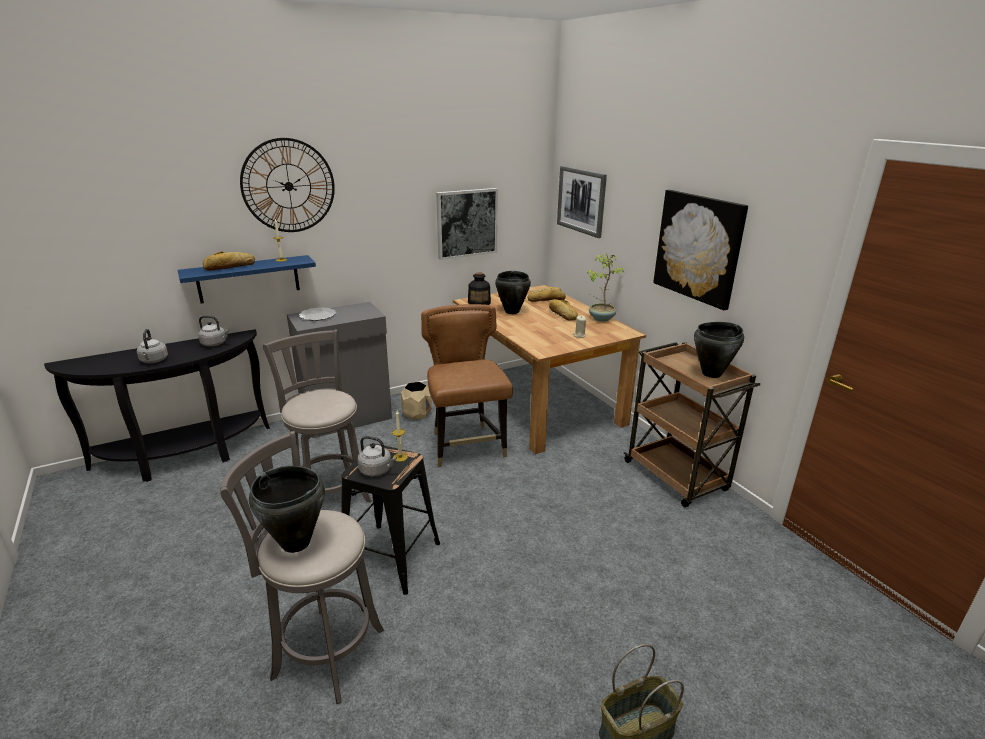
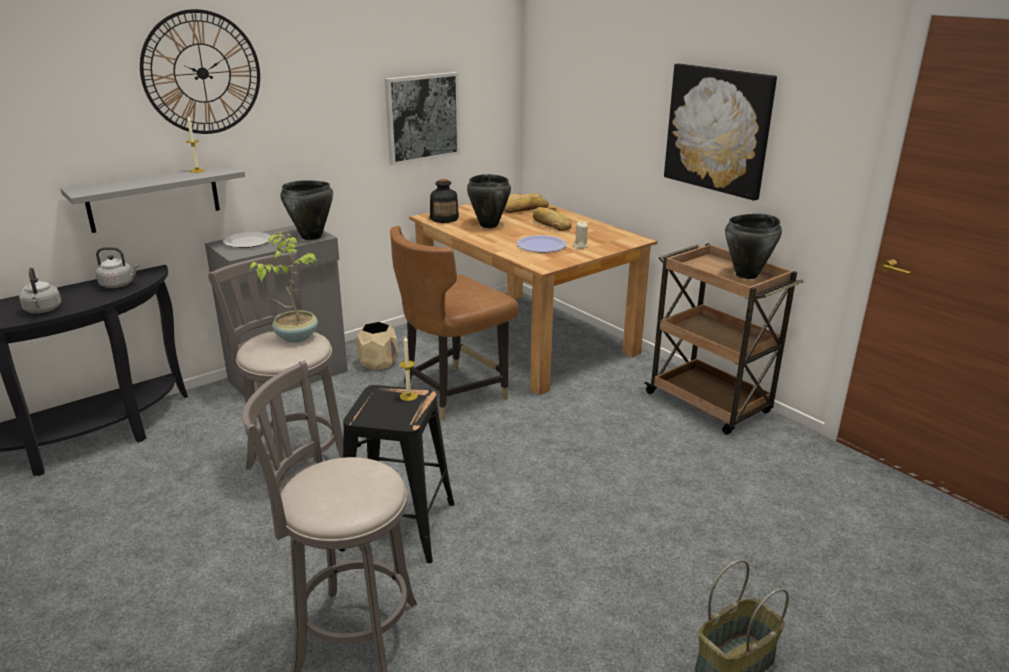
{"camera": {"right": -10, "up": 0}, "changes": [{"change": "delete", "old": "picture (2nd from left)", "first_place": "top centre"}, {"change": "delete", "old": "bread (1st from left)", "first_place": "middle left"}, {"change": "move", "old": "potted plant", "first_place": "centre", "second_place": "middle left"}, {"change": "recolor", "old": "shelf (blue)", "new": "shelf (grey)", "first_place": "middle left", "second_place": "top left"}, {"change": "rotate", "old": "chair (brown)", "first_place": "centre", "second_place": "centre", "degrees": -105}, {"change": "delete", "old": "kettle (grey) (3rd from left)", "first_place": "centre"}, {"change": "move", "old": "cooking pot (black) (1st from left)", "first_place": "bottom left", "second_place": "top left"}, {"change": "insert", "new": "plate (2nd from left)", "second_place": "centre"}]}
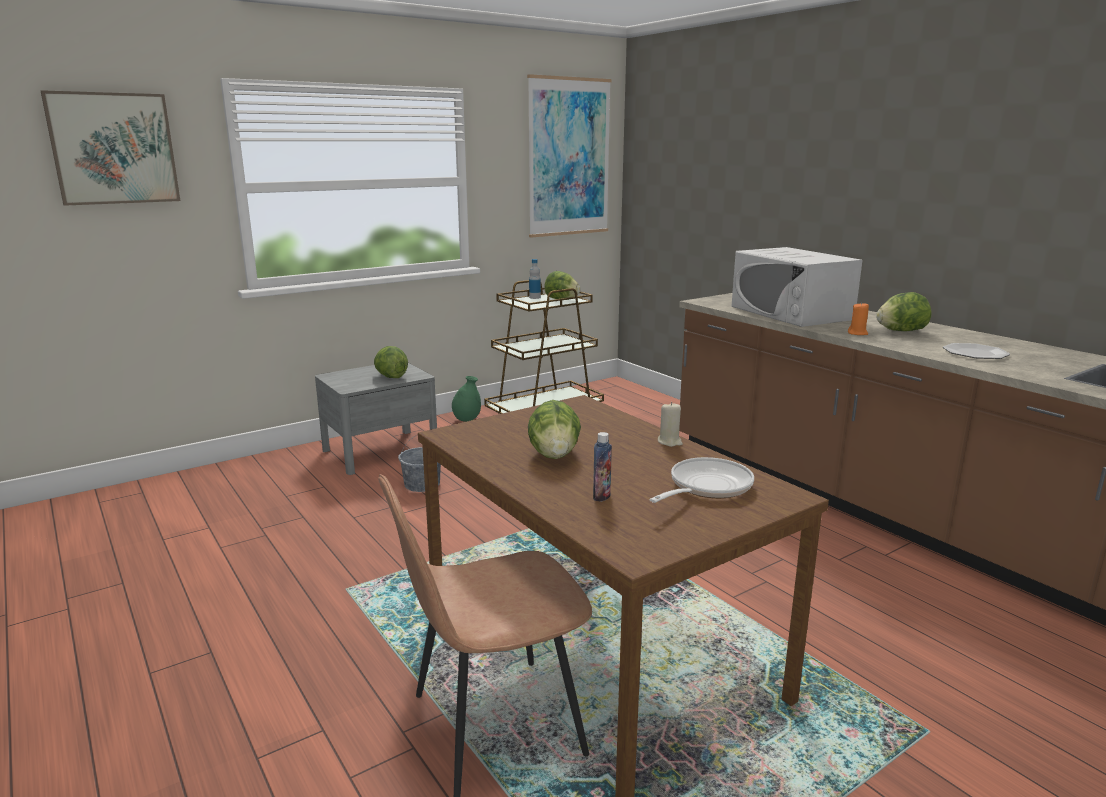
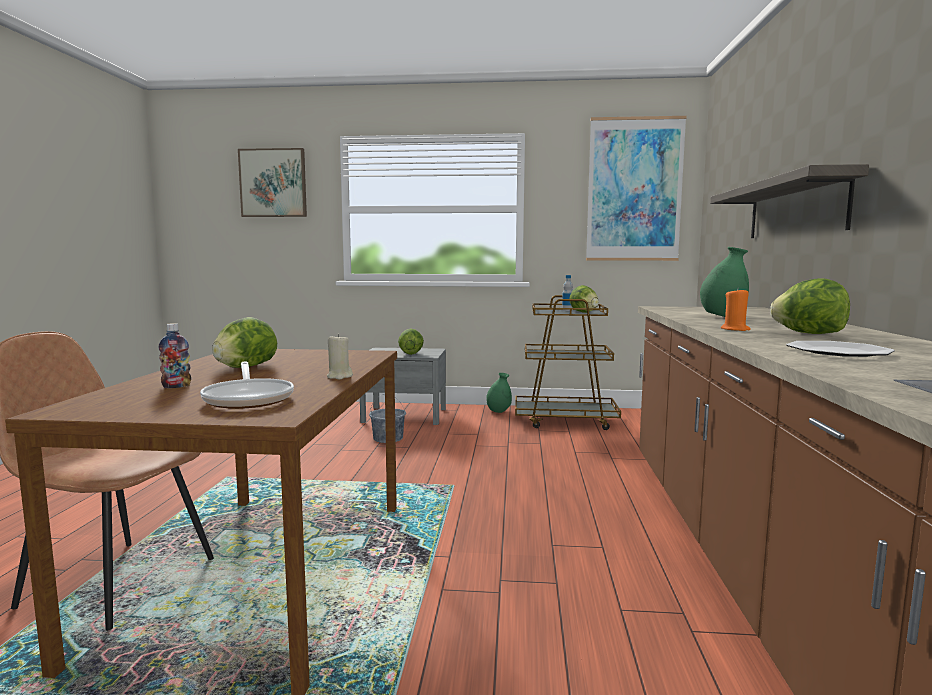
{"camera": {"right": 40, "up": -10}, "changes": [{"change": "replace", "old": "microwave (white)", "new": "vase (green) (2nd from left)", "first_place": "middle right", "second_place": "middle right"}, {"change": "rotate", "old": "frying pan", "first_place": "centre", "second_place": "middle left", "degrees": 75}, {"change": "insert", "new": "shelf", "second_place": "top right"}]}
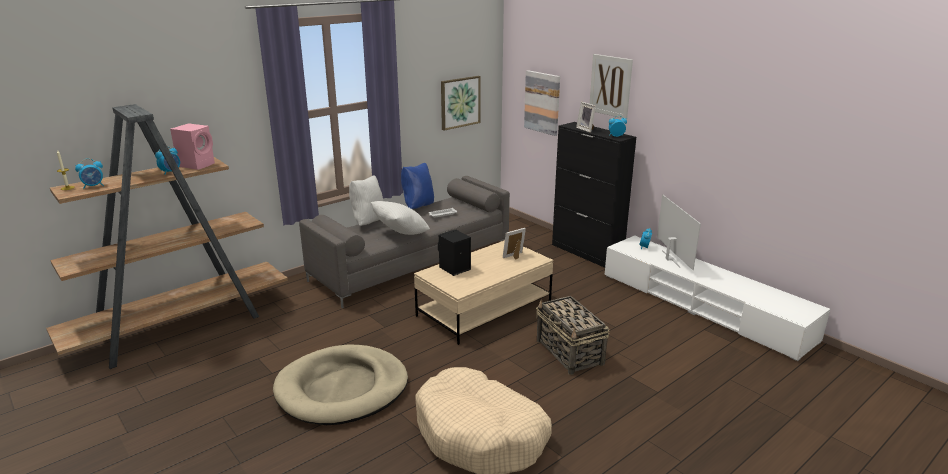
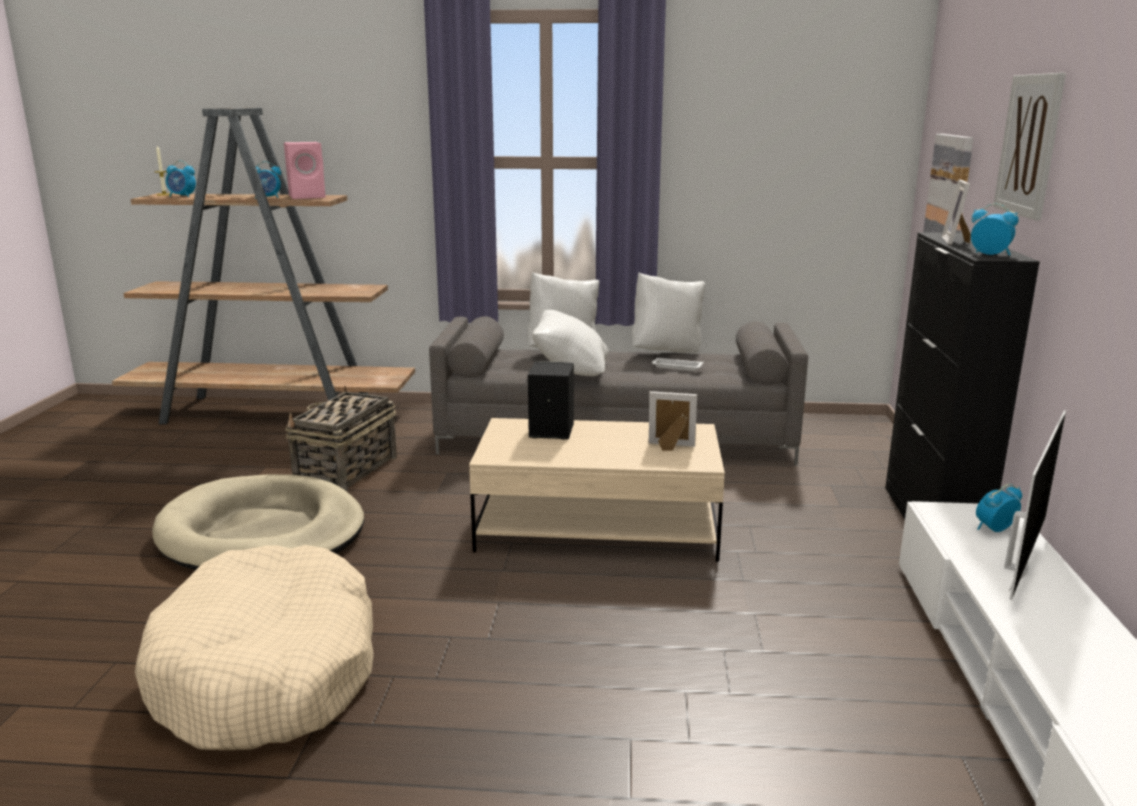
{"camera": {"right": 45, "up": -5}, "changes": [{"change": "delete", "old": "picture (1st from left)", "first_place": "top centre"}, {"change": "recolor", "old": "pillow (blue)", "new": "pillow (white) (3rd from left)", "first_place": "centre", "second_place": "centre"}, {"change": "move", "old": "basket", "first_place": "bottom centre", "second_place": "middle left"}]}
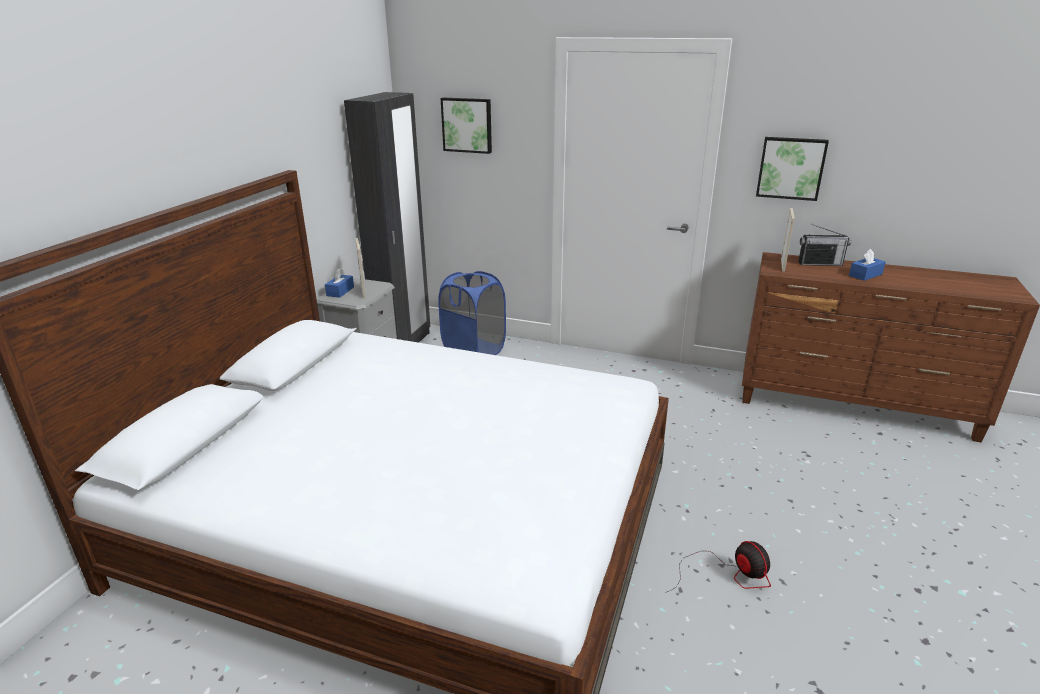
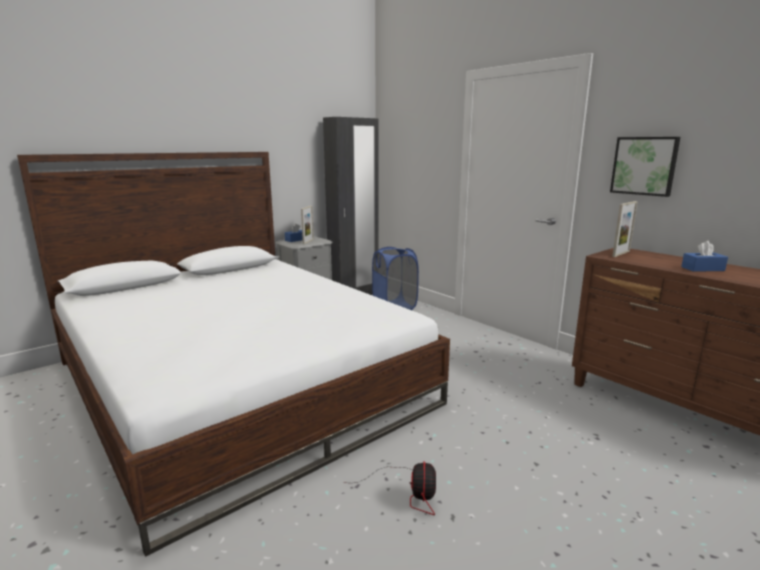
{"camera": {"right": 30, "up": -10}, "changes": [{"change": "delete", "old": "picture (1st from left)", "first_place": "top centre"}, {"change": "delete", "old": "radio", "first_place": "middle right"}]}
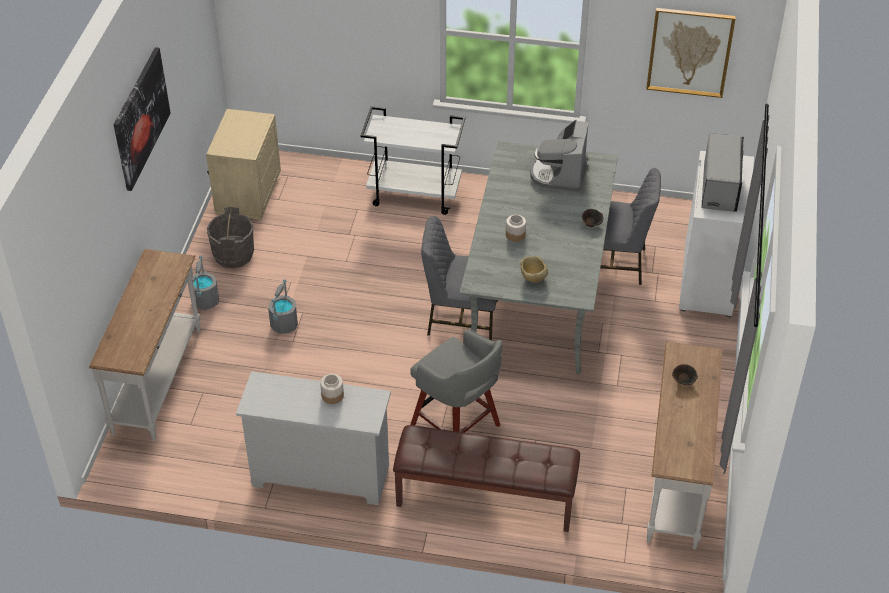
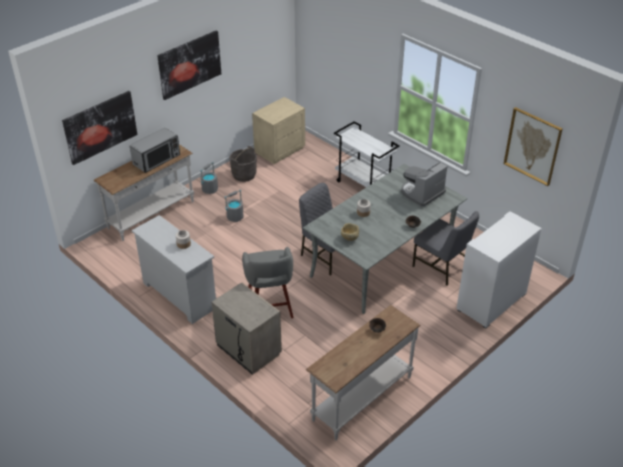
{"camera": {"right": 35, "up": -5}, "changes": [{"change": "move", "old": "microwave", "first_place": "top right", "second_place": "top left"}, {"change": "replace", "old": "bench (brown)", "new": "nightstand (beige) (1st from left)", "first_place": "bottom centre", "second_place": "bottom centre"}, {"change": "insert", "new": "picture (1st from left)", "second_place": "top left"}]}
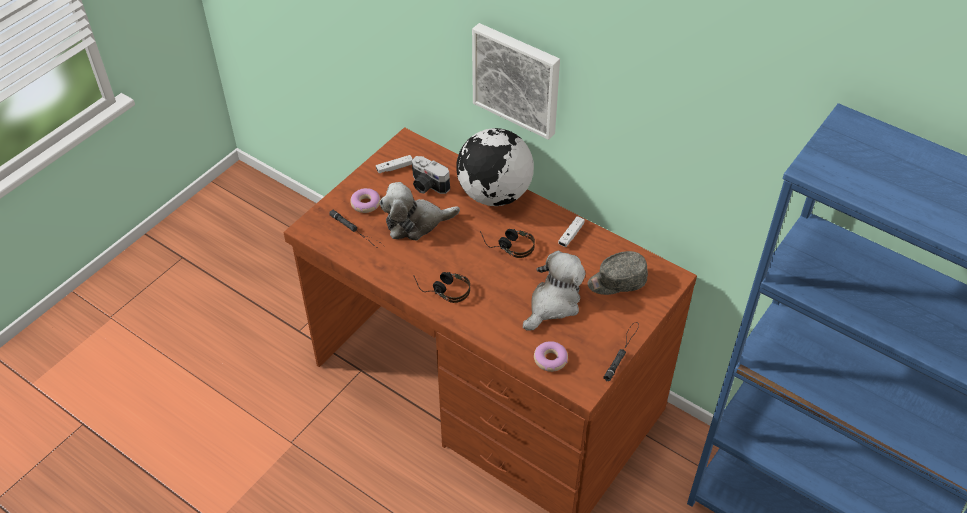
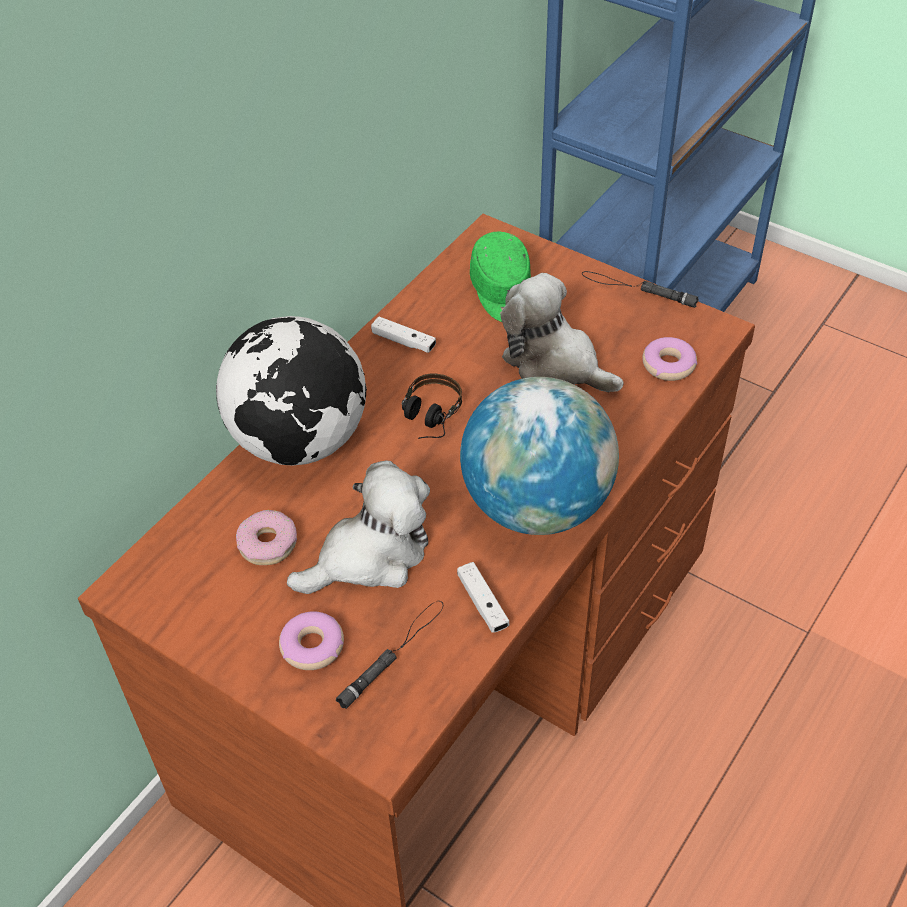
{"camera": {"right": -90, "up": 0}, "changes": [{"change": "delete", "old": "picture", "first_place": "top centre"}, {"change": "move", "old": "game controller (white) (1st from left in the first image)", "new": "game controller (white) (2nd from left)", "first_place": "top centre", "second_place": "centre"}, {"change": "replace", "old": "photo camera", "new": "donut (1st from left)", "first_place": "centre", "second_place": "middle left"}, {"change": "rotate", "old": "plush toy (1st from left)", "first_place": "centre", "second_place": "centre", "degrees": -105}, {"change": "recolor", "old": "cap (grey)", "new": "cap (green)", "first_place": "centre", "second_place": "top centre"}, {"change": "replace", "old": "headphones (1st from left)", "new": "globe (2nd from left)", "first_place": "centre", "second_place": "centre"}]}
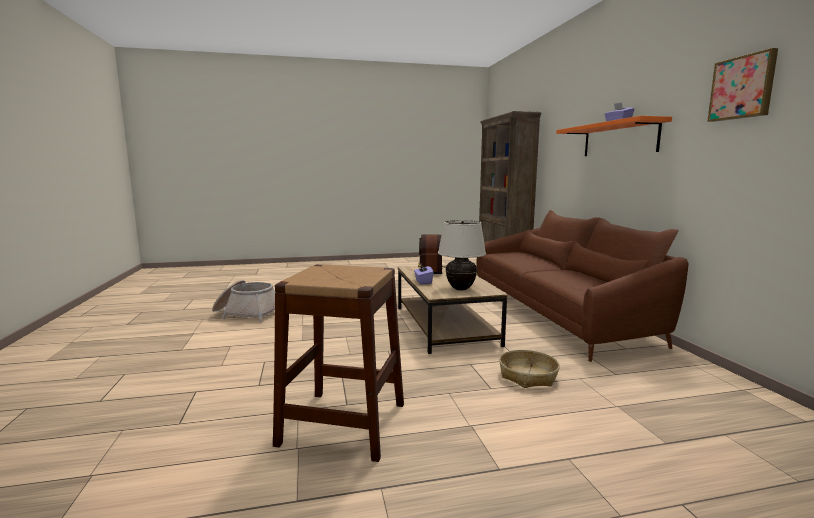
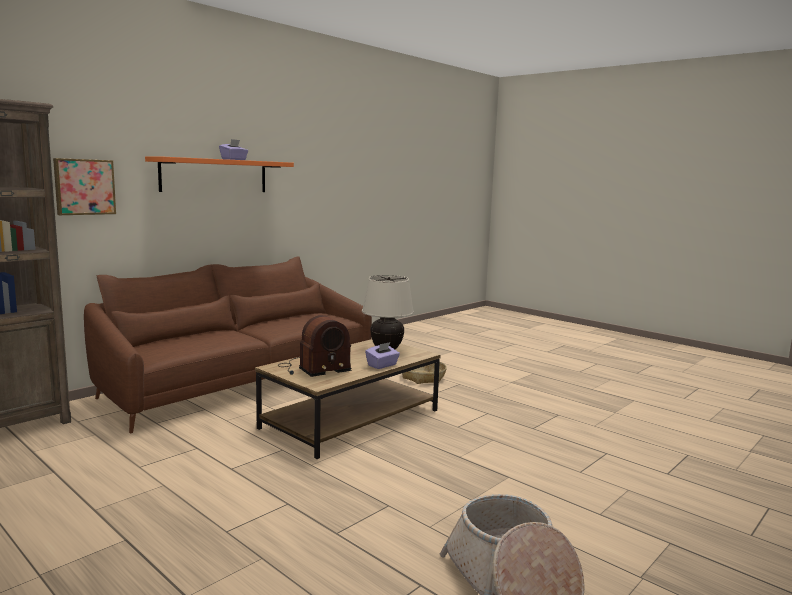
{"camera": {"right": -125, "up": 0}, "changes": [{"change": "move", "old": "picture", "first_place": "top right", "second_place": "top left"}, {"change": "delete", "old": "stool (brown)", "first_place": "bottom centre"}]}
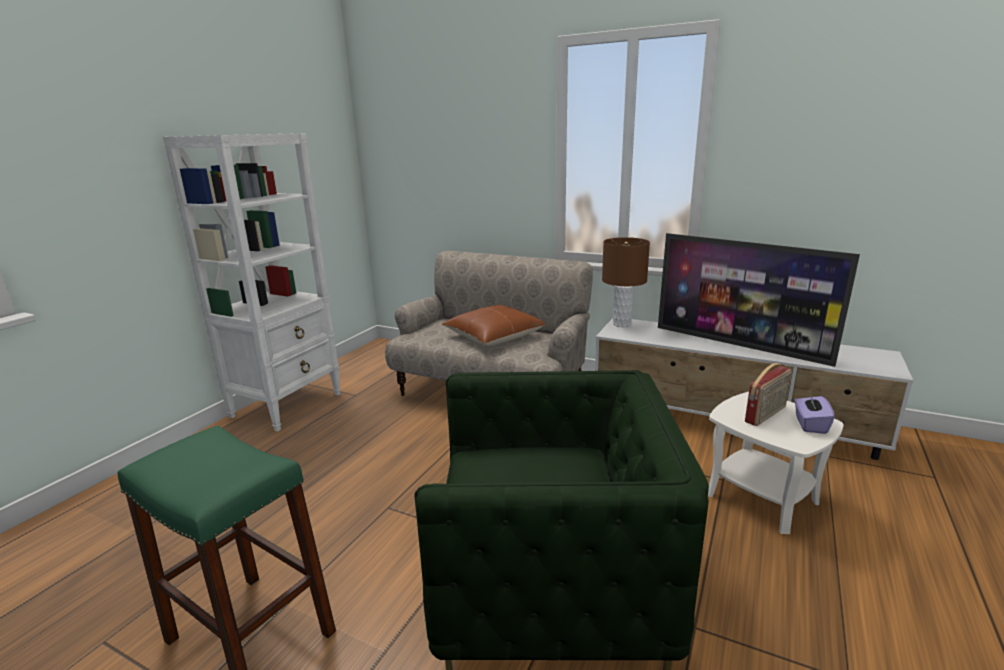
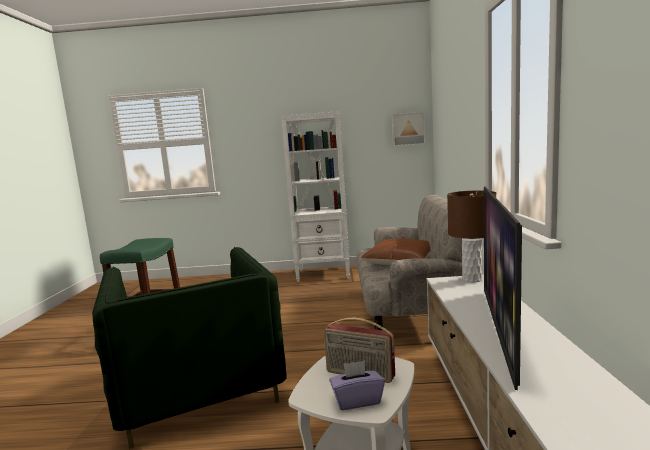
{"camera": {"right": 65, "up": -10}, "changes": [{"change": "insert", "new": "picture", "second_place": "top centre"}]}
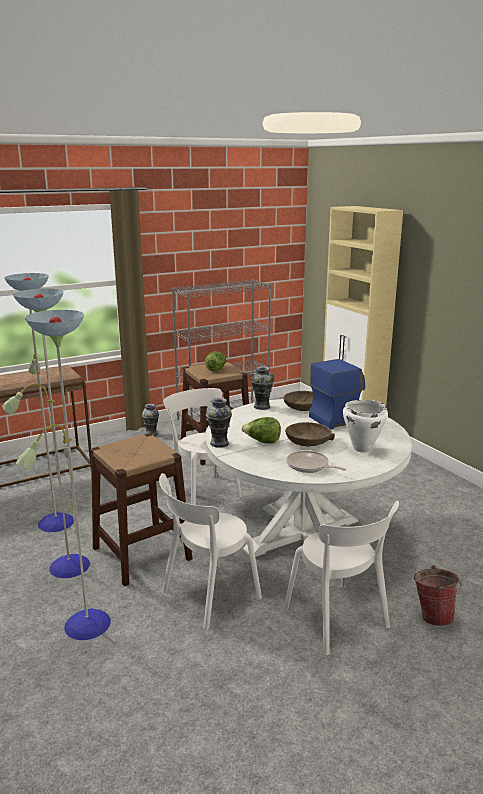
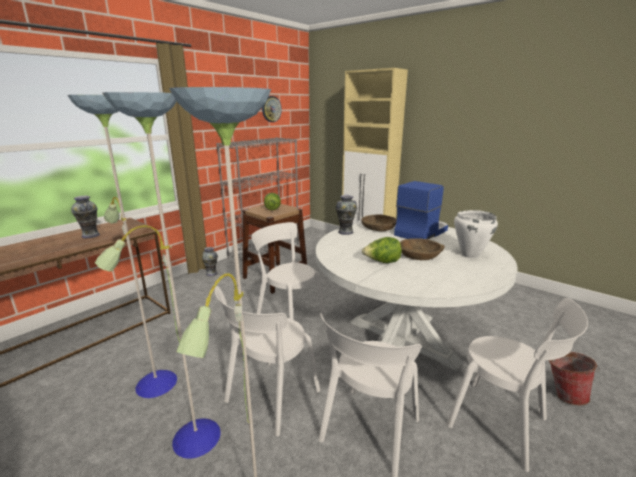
{"camera": {"right": -20, "up": 0}, "changes": [{"change": "move", "old": "vase (2nd from left in the first image)", "new": "vase (1st from left)", "first_place": "centre", "second_place": "middle left"}, {"change": "replace", "old": "stool (brown) (1st from left)", "new": "chair (white) (1st from left)", "first_place": "middle left", "second_place": "bottom centre"}, {"change": "delete", "old": "frying pan", "first_place": "centre"}, {"change": "insert", "new": "wall clock", "second_place": "top centre"}]}
